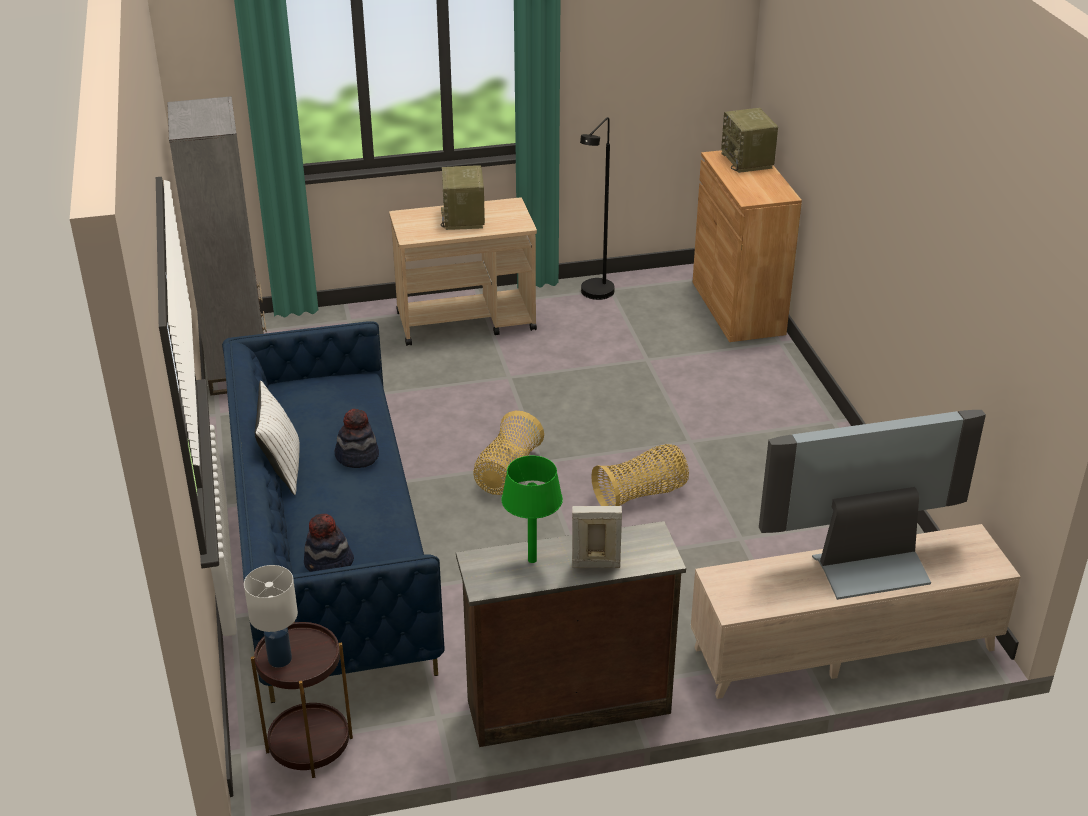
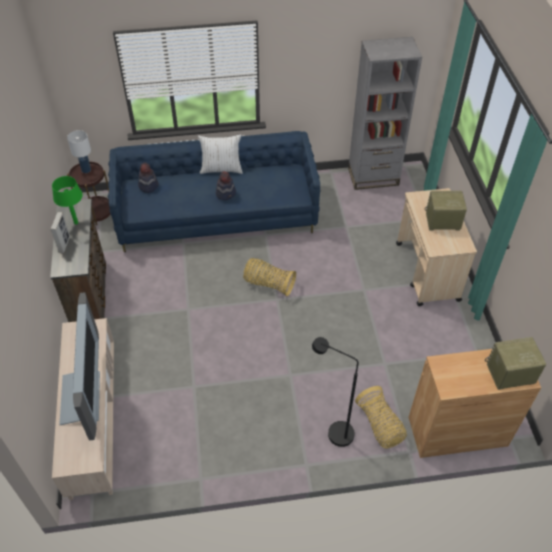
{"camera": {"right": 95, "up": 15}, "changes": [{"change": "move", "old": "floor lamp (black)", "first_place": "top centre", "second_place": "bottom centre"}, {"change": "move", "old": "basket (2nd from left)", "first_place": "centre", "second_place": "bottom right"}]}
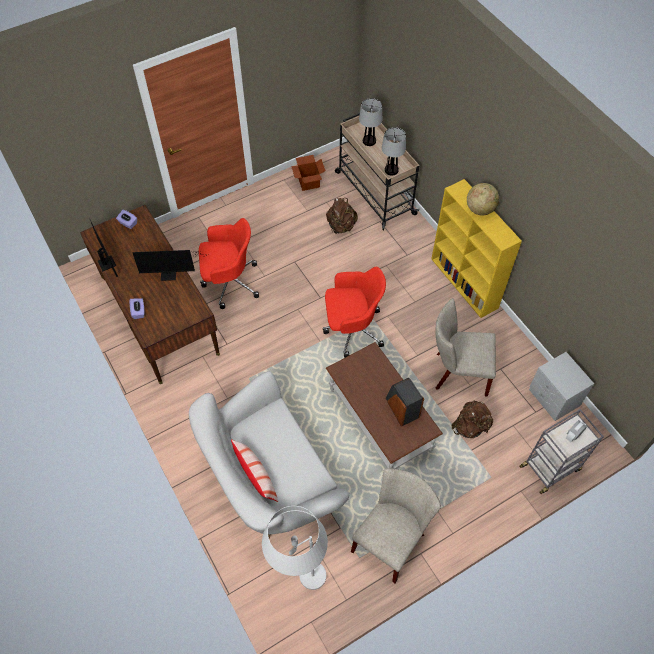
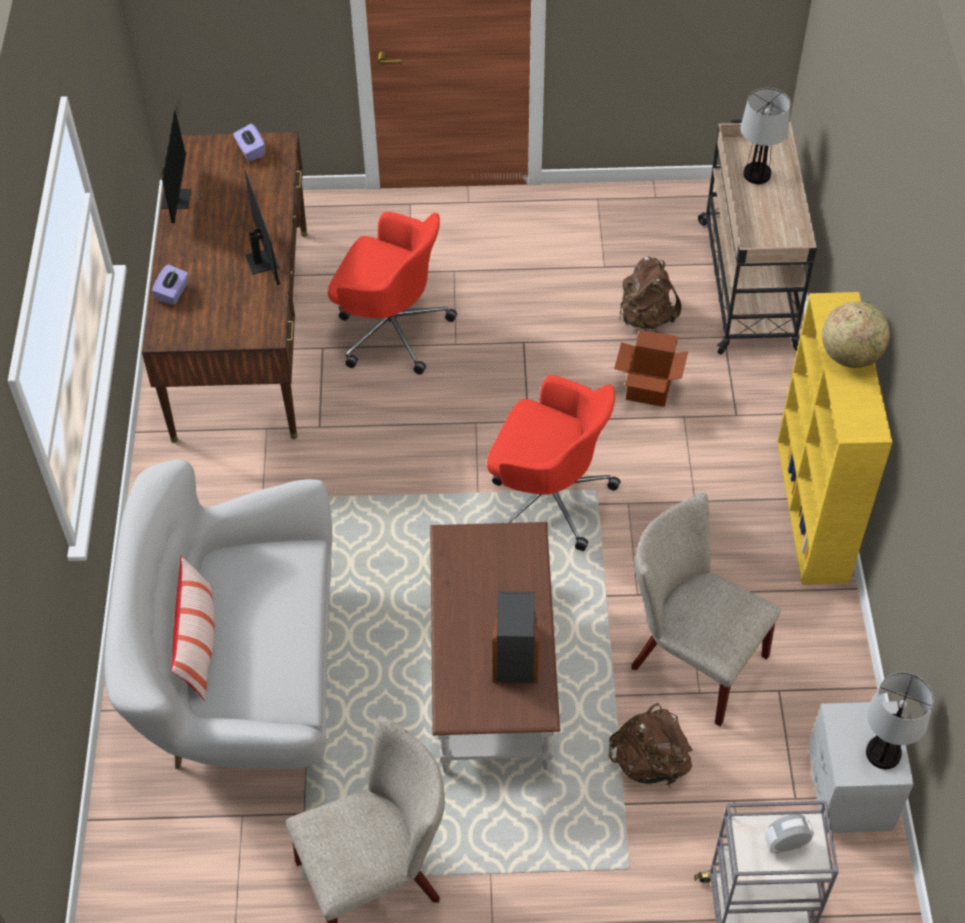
{"camera": {"right": 30, "up": -5}, "changes": [{"change": "move", "old": "table lamp (2nd from left)", "first_place": "top centre", "second_place": "bottom right"}, {"change": "move", "old": "cardboard box", "first_place": "top centre", "second_place": "middle right"}, {"change": "rotate", "old": "monitor (2nd from left)", "first_place": "middle left", "second_place": "top left", "degrees": -135}, {"change": "delete", "old": "floor lamp (white)", "first_place": "bottom centre"}]}
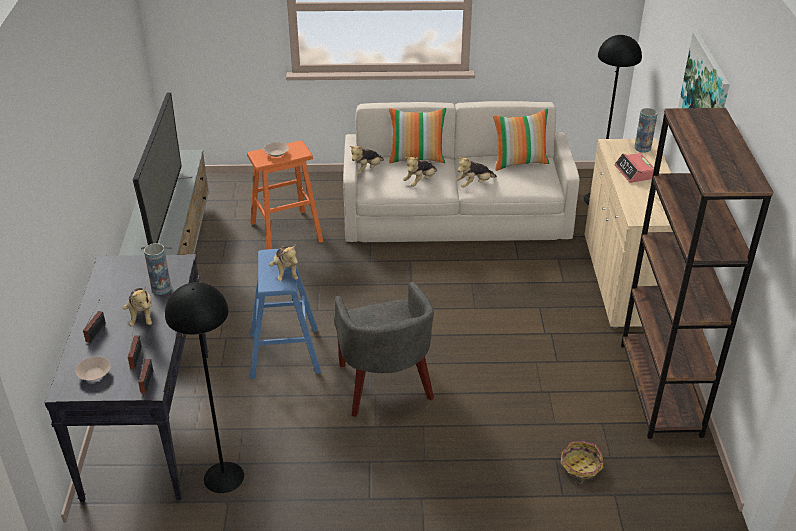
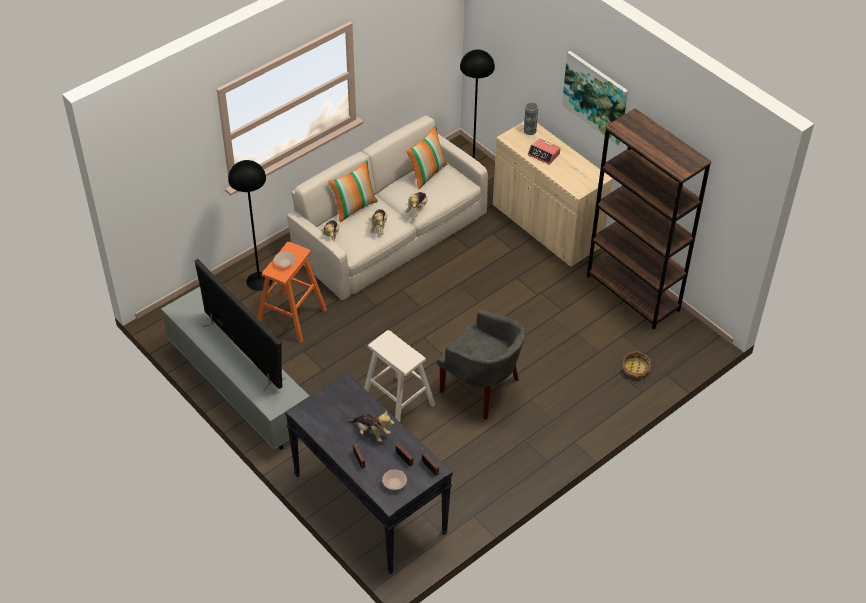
{"camera": {"right": -40, "up": 10}, "changes": [{"change": "delete", "old": "vase (1st from left)", "first_place": "middle left"}, {"change": "delete", "old": "plush toy (2nd from left)", "first_place": "centre"}, {"change": "recolor", "old": "stool (blue)", "new": "stool (beige)", "first_place": "centre", "second_place": "centre"}, {"change": "move", "old": "floor lamp (black) (1st from left)", "first_place": "bottom left", "second_place": "middle left"}]}
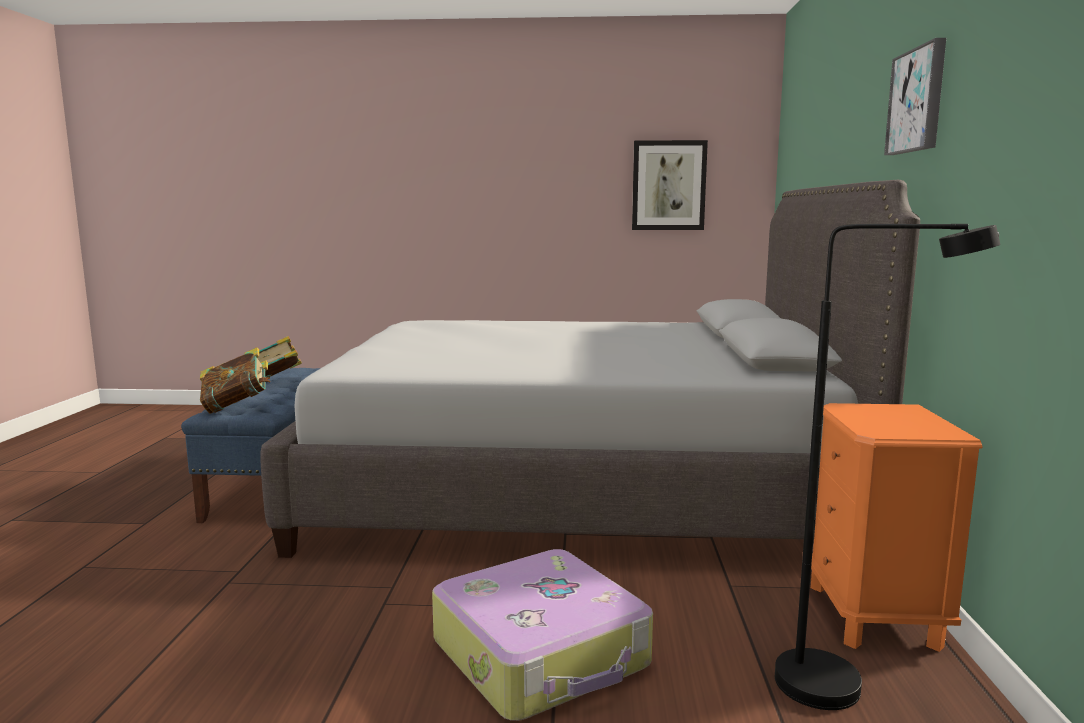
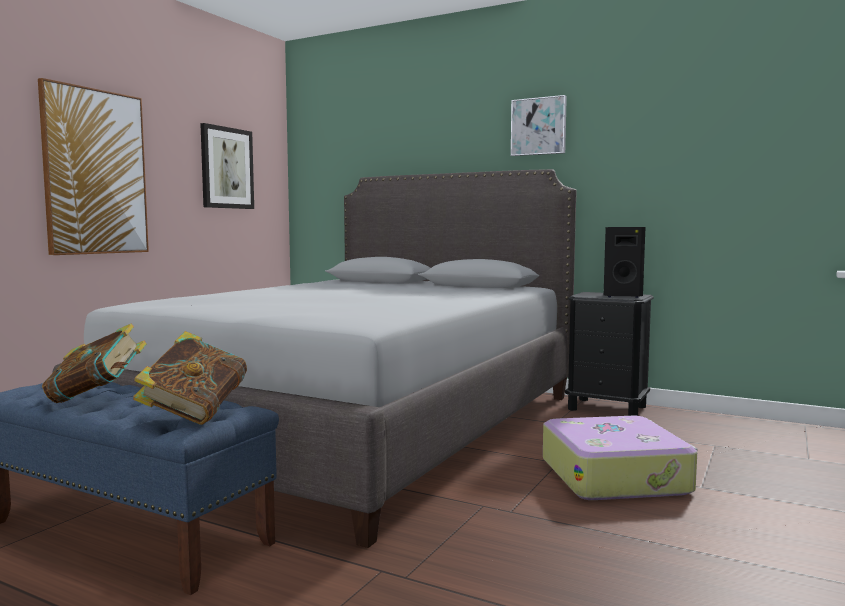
{"camera": {"right": -65, "up": -5}, "changes": [{"change": "delete", "old": "floor lamp (black)", "first_place": "middle right"}, {"change": "recolor", "old": "nightstand (orange)", "new": "nightstand (black)", "first_place": "bottom right", "second_place": "middle right"}, {"change": "insert", "new": "picture (1st from left)", "second_place": "top left"}, {"change": "insert", "new": "speaker (black)", "second_place": "middle right"}]}
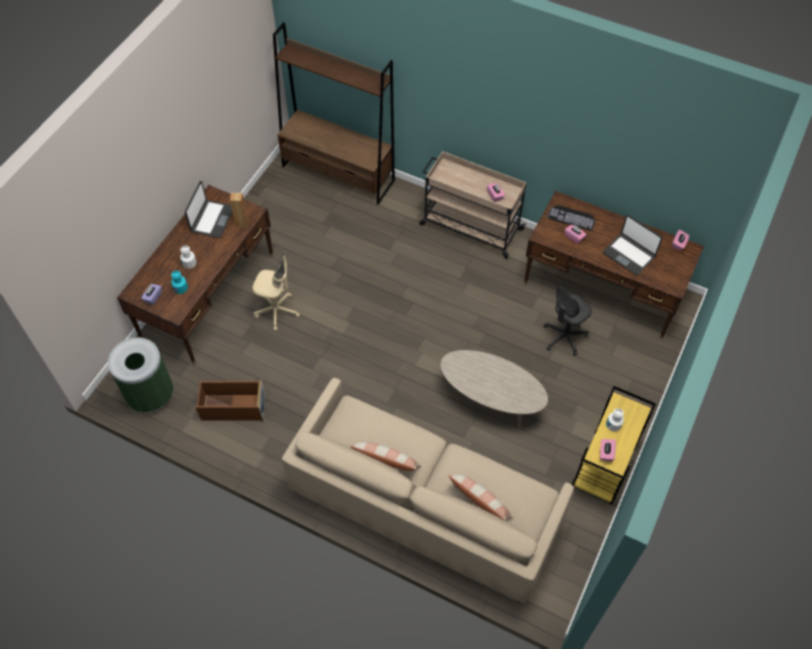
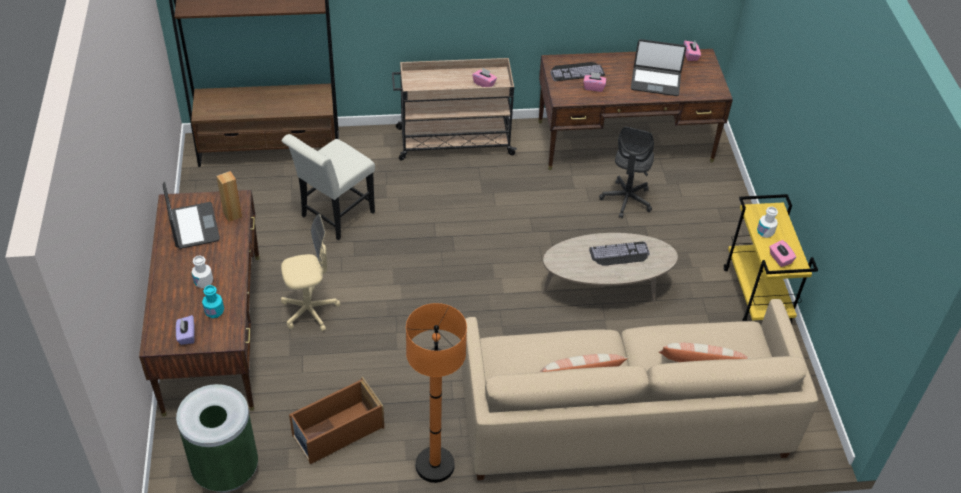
{"camera": {"right": -35, "up": -10}, "changes": [{"change": "insert", "new": "chair (white)", "second_place": "centre"}, {"change": "insert", "new": "keyboard (2nd from left)", "second_place": "centre"}, {"change": "insert", "new": "floor lamp (orange)", "second_place": "bottom centre"}]}
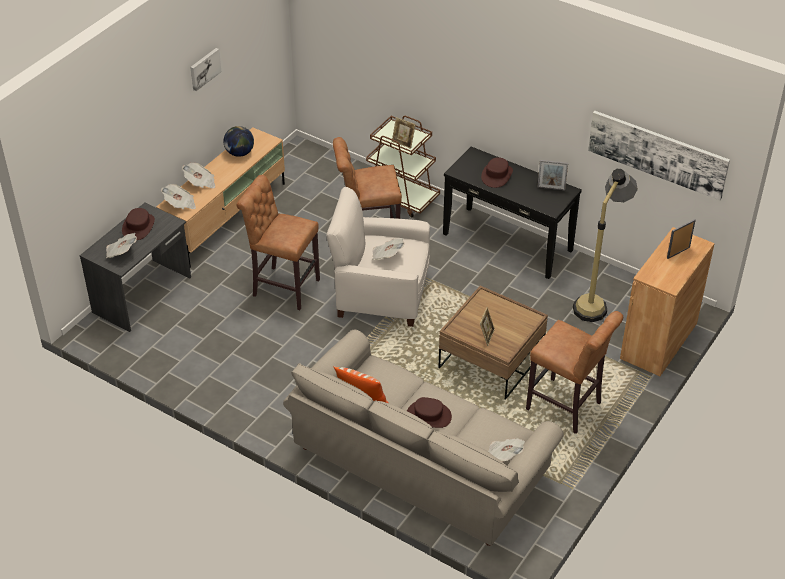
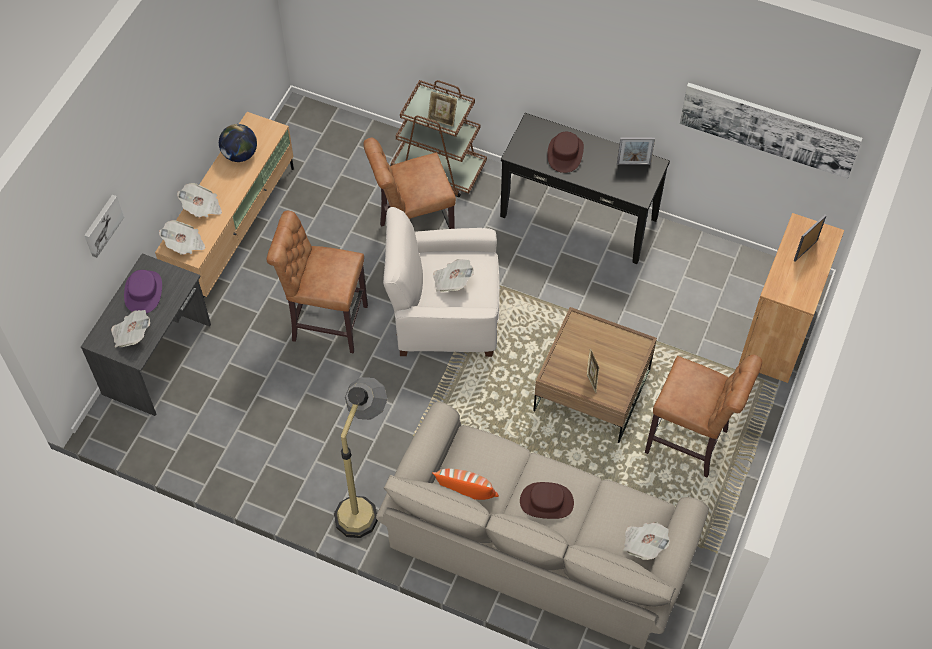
{"camera": {"right": -10, "up": 15}, "changes": [{"change": "move", "old": "picture (1st from left)", "first_place": "top left", "second_place": "middle left"}, {"change": "move", "old": "floor lamp", "first_place": "middle right", "second_place": "bottom centre"}, {"change": "recolor", "old": "hat (brown) (1st from left)", "new": "hat (purple)", "first_place": "middle left", "second_place": "middle left"}]}
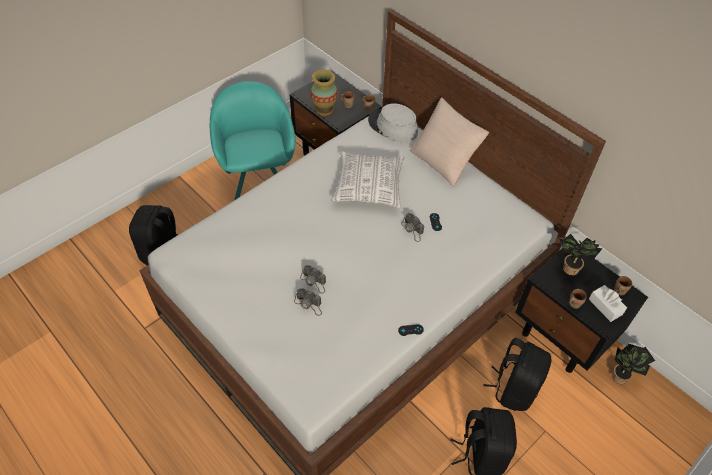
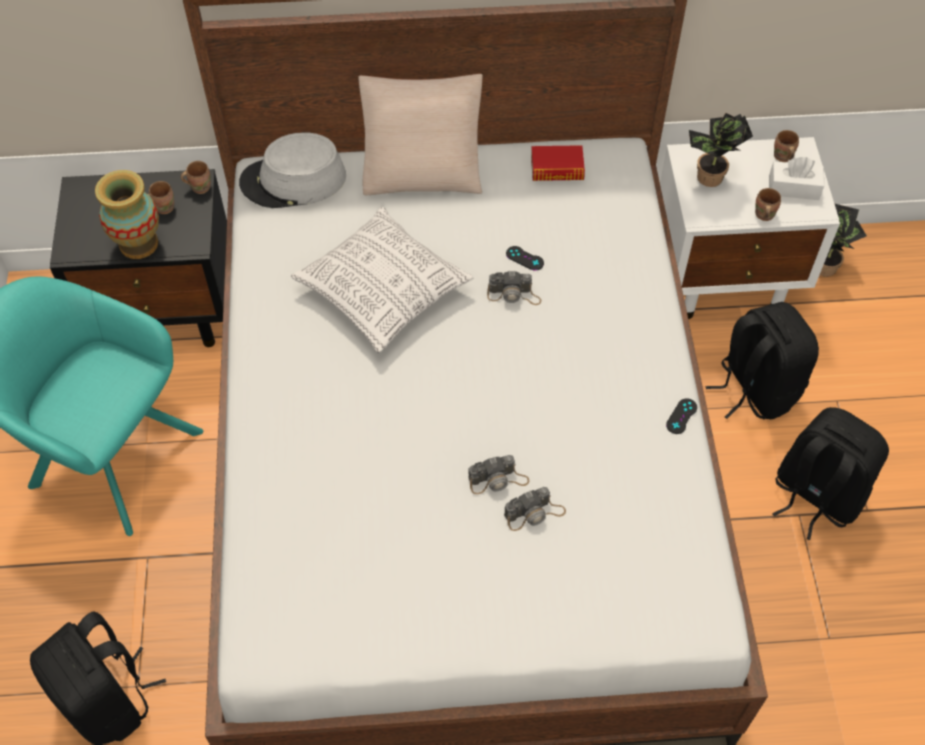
{"camera": {"right": -50, "up": 5}, "changes": [{"change": "recolor", "old": "nightstand (black) (2nd from left)", "new": "nightstand (white)", "first_place": "middle right", "second_place": "top right"}, {"change": "insert", "new": "book", "second_place": "top centre"}]}
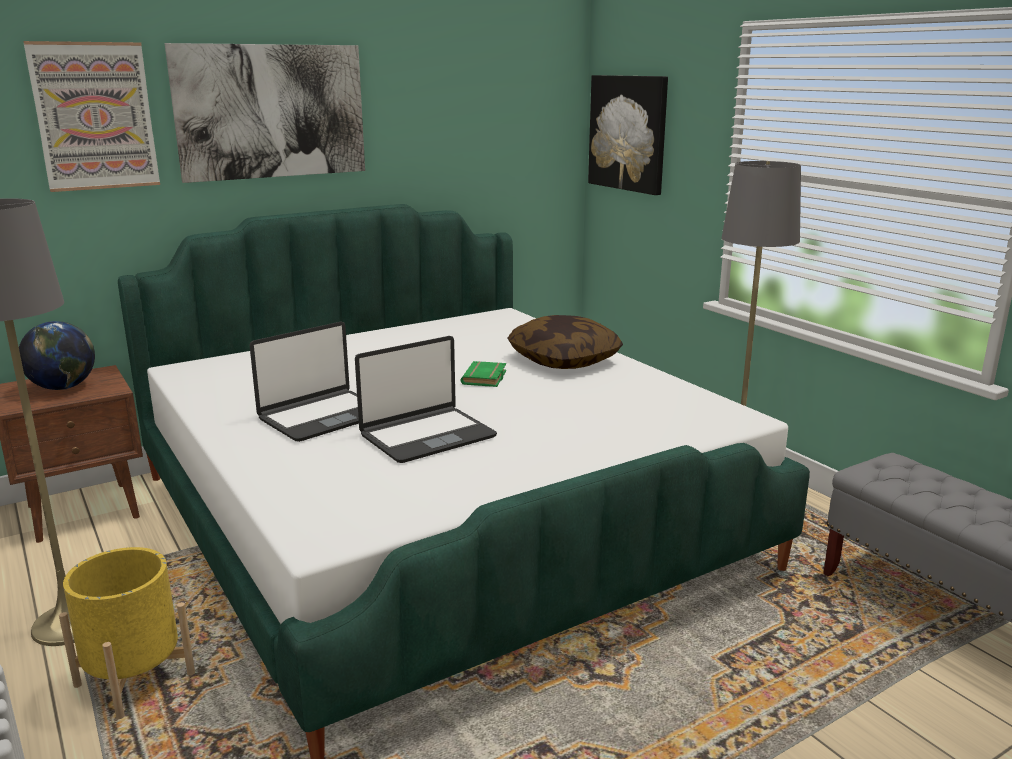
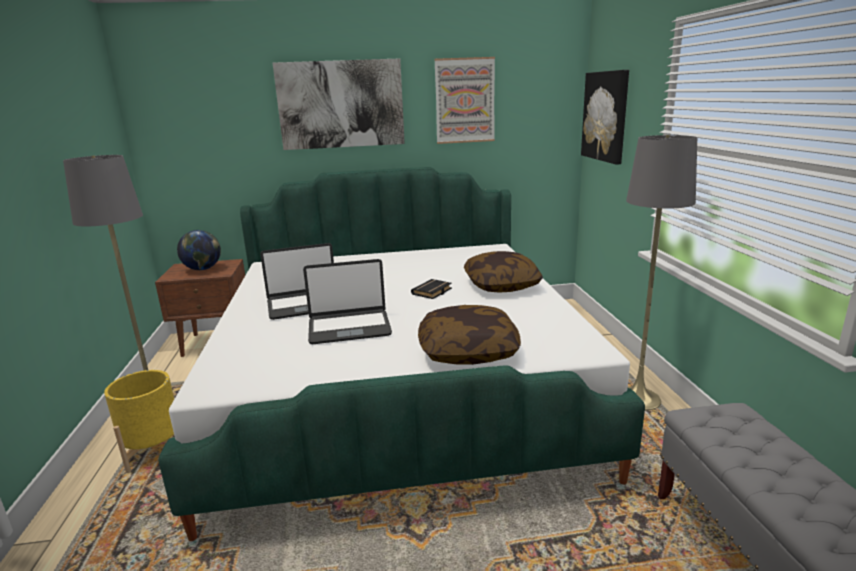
{"camera": {"right": 25, "up": 0}, "changes": [{"change": "move", "old": "picture (1st from left in the first image)", "new": "picture (2nd from left)", "first_place": "top left", "second_place": "top centre"}, {"change": "recolor", "old": "book (green)", "new": "book (black)", "first_place": "centre", "second_place": "centre"}, {"change": "insert", "new": "pillow (1st from left)", "second_place": "centre"}]}
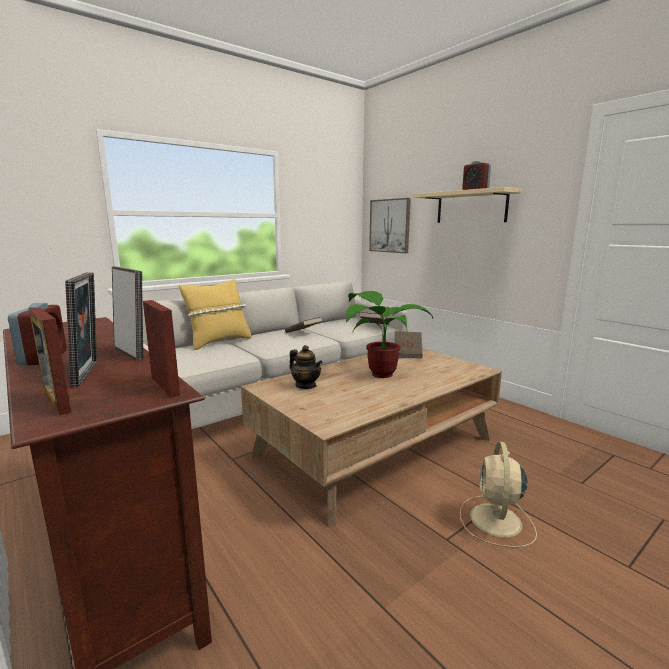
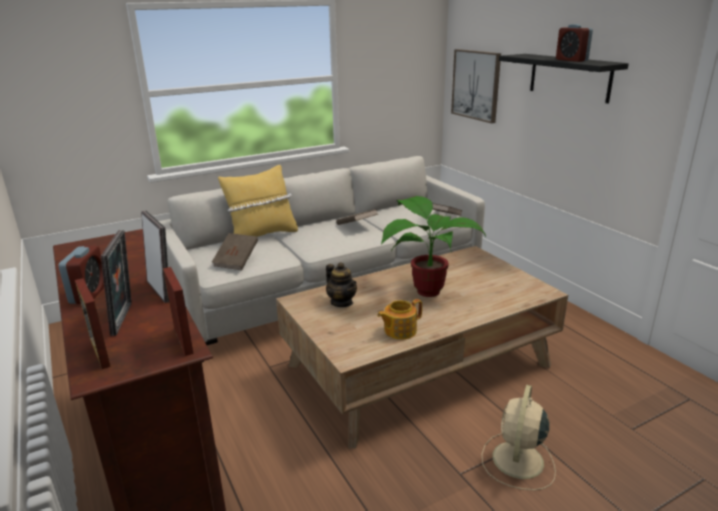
{"camera": {"right": 10, "up": 10}, "changes": [{"change": "recolor", "old": "shelf (beige)", "new": "shelf (black)", "first_place": "top right", "second_place": "top right"}, {"change": "move", "old": "book (brown) (3rd from left in the first image)", "new": "book (brown) (1st from left)", "first_place": "centre", "second_place": "middle left"}, {"change": "insert", "new": "teapot (2nd from left)", "second_place": "centre"}]}
